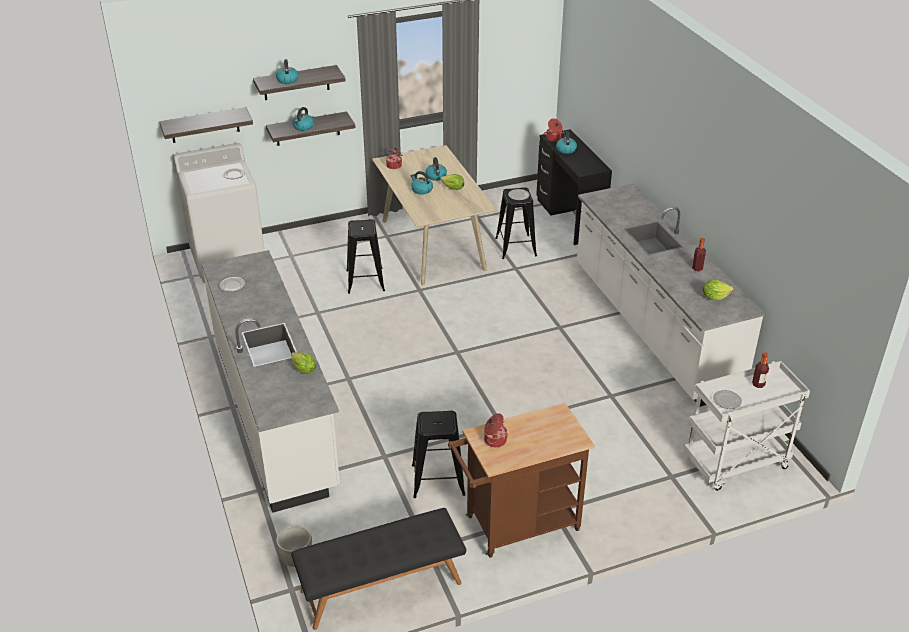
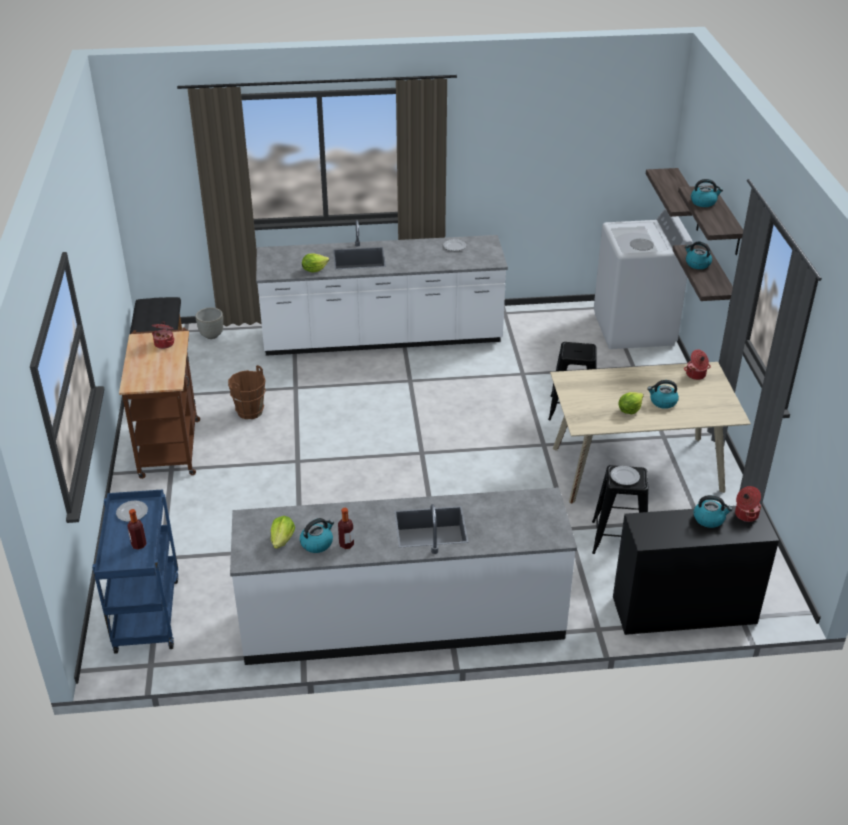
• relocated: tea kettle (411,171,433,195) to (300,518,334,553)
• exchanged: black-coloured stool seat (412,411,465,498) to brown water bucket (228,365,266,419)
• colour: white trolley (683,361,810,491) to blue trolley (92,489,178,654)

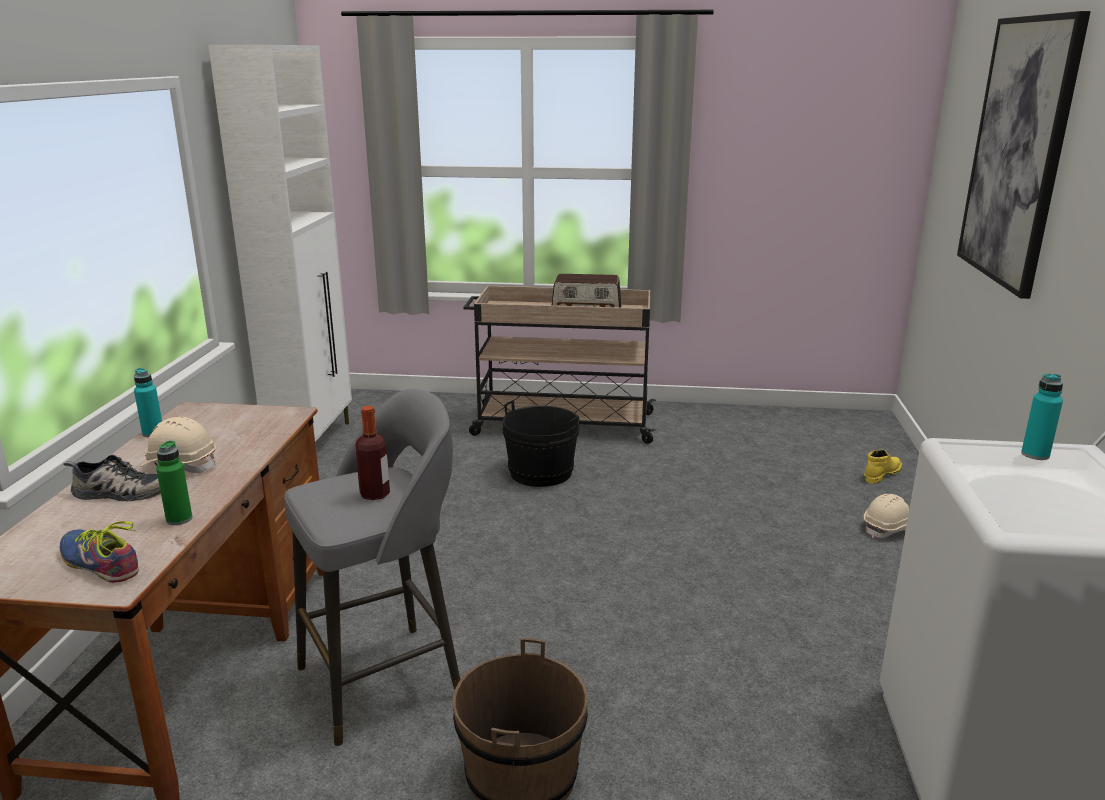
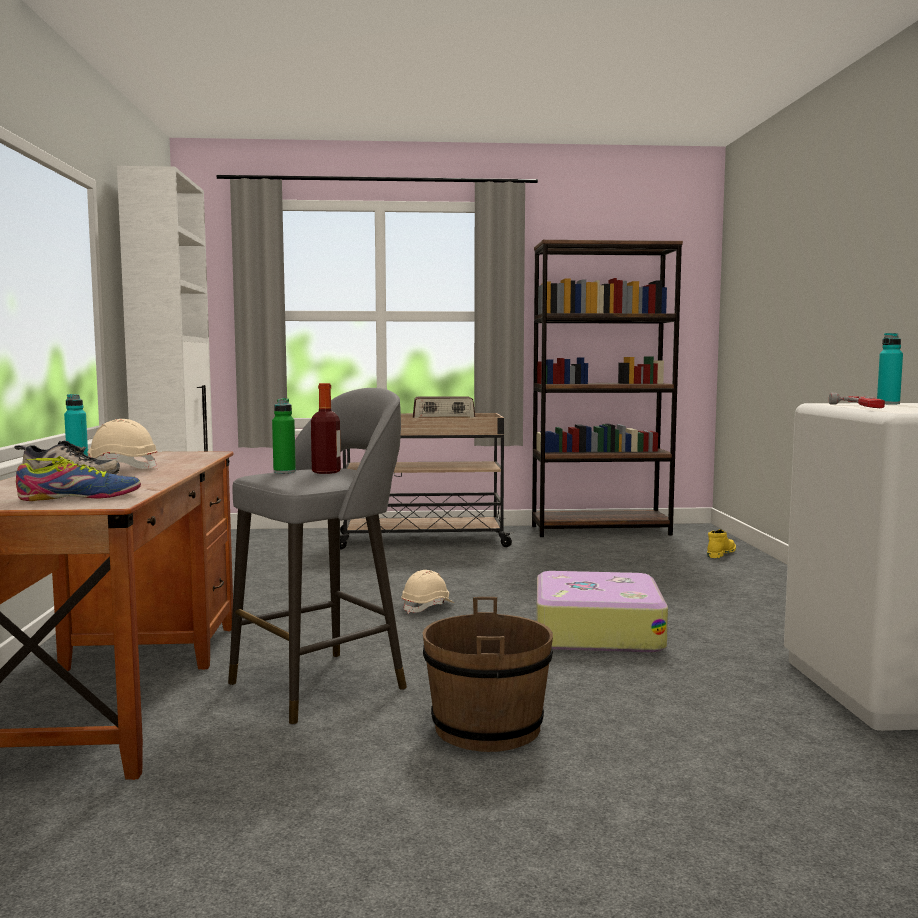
• spun: shoe (60,521,139,583) = (16,456,141,501) 135 degrees clockwise
• relocated: greenish bottle (156,440,192,525) to (272,398,296,474)
• missing: black-coloured water bucket (502,400,579,487)
• relocated: beige-coloured work helmet (864,494,909,538) to (401,570,454,614)
• missing: wall art (957,11,1091,299)
• appeared: brown bookcase (532,240,683,537)
• appeared: travel case (537,571,668,652)
• appeared: tool hammer (829,393,885,408)

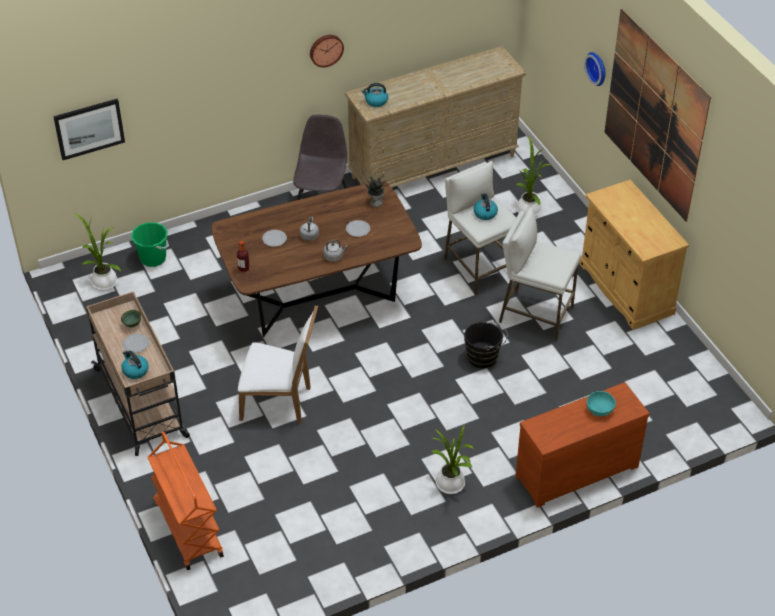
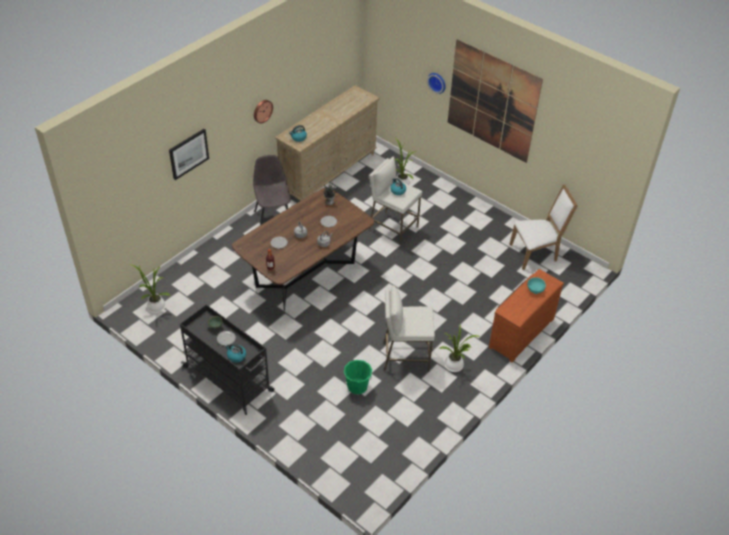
• relocated: wall art (53,99,125,160) to (169,129,209,180)
• colour: beige-coloured trolley (86,291,190,456) to black-coloured trolley (180,304,274,415)
• relocated: greenish water bucket (131,222,169,267) to (344,360,372,394)
• missing: orange trolley (148,432,224,570)
• relocated: white chair (238,305,318,424) to (510,184,578,270)
• missing: black-coloured water bucket (464,320,508,368)
• relocated: white stool seat (499,207,581,341) to (384,286,435,372)
• missing: beige-coloured cupboard (579,180,689,330)

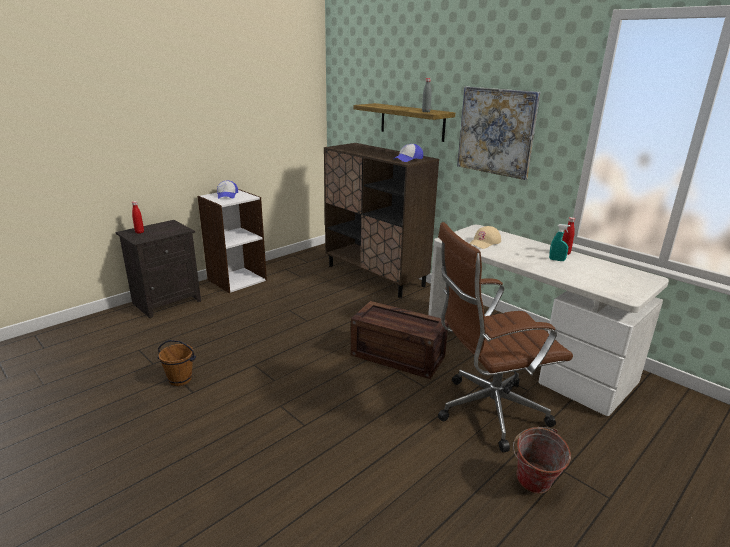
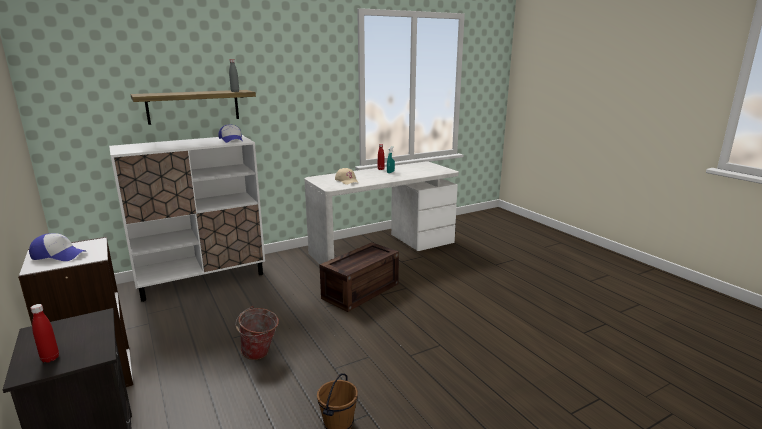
• colour: brown cupboard (324,143,439,298) to white cupboard (109,135,265,302)
• missing: brown computer chair (438,222,573,452)
• missing: wall art (457,87,540,180)
• relocated: water bucket (513,427,571,494) to (235,306,279,360)

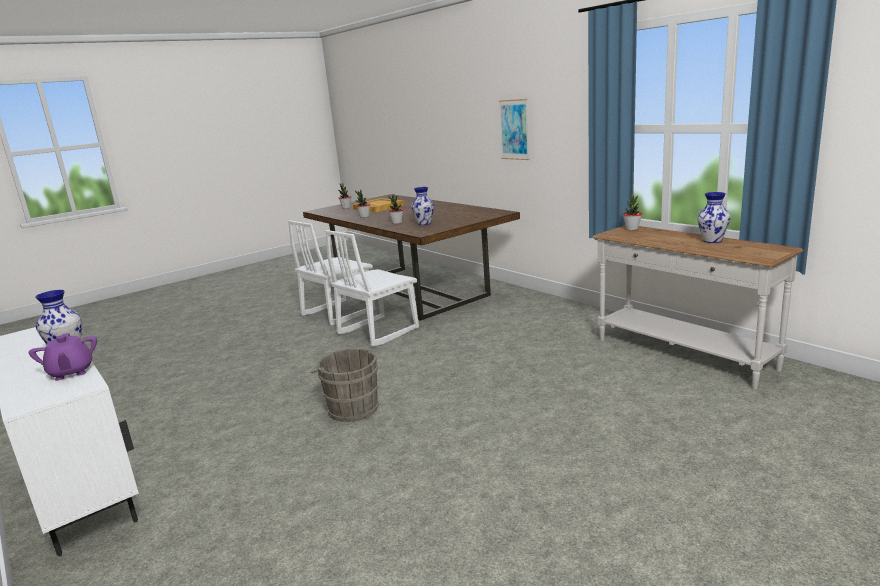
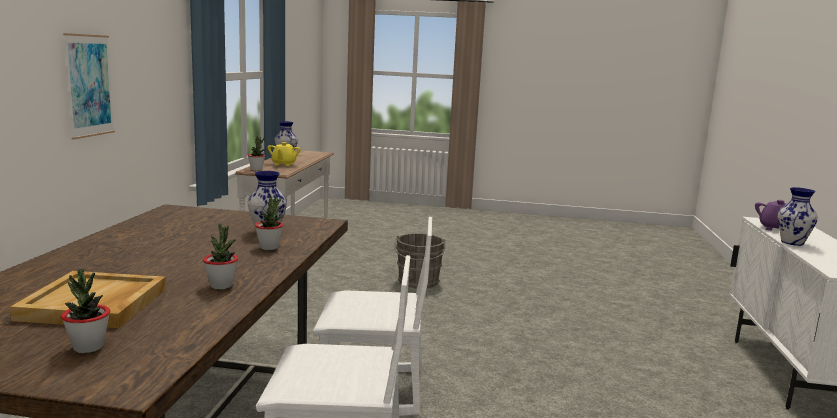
• relocated: greyish water bucket (311,348,379,422) to (394,233,446,288)
• appeared: yellow teapot (268,142,300,166)

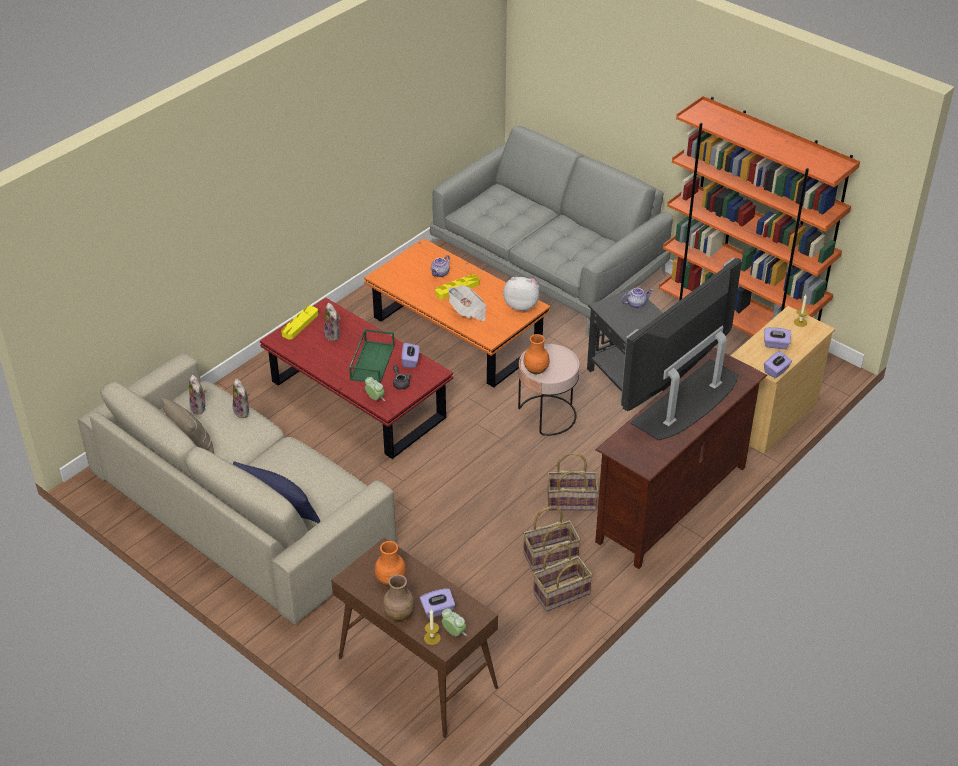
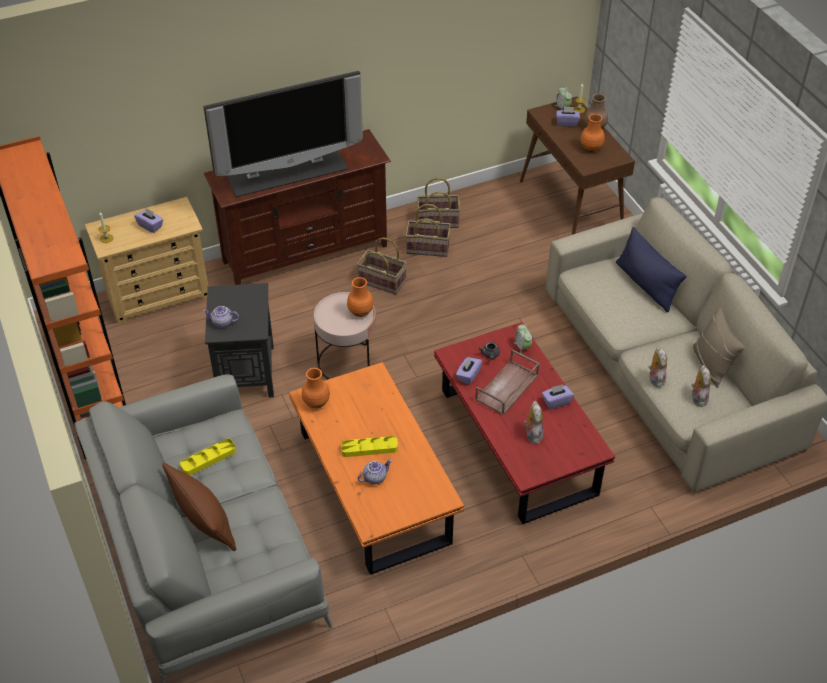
• relocated: yellow carrying tray (281,306,318,340) to (180,439,236,475)
• colour: greenish carrying tray (349,329,395,383) to brown carrying tray (475,349,540,415)
• missing: daily paper (448,285,487,321)
• exchanged: plush toy (503,277,539,311) to orange decorative vase (302,368,330,408)
• relocated: purple-coloured tissue box (764,351,792,378) to (542,384,574,409)
• appeared: brown cushion (162,462,236,551)

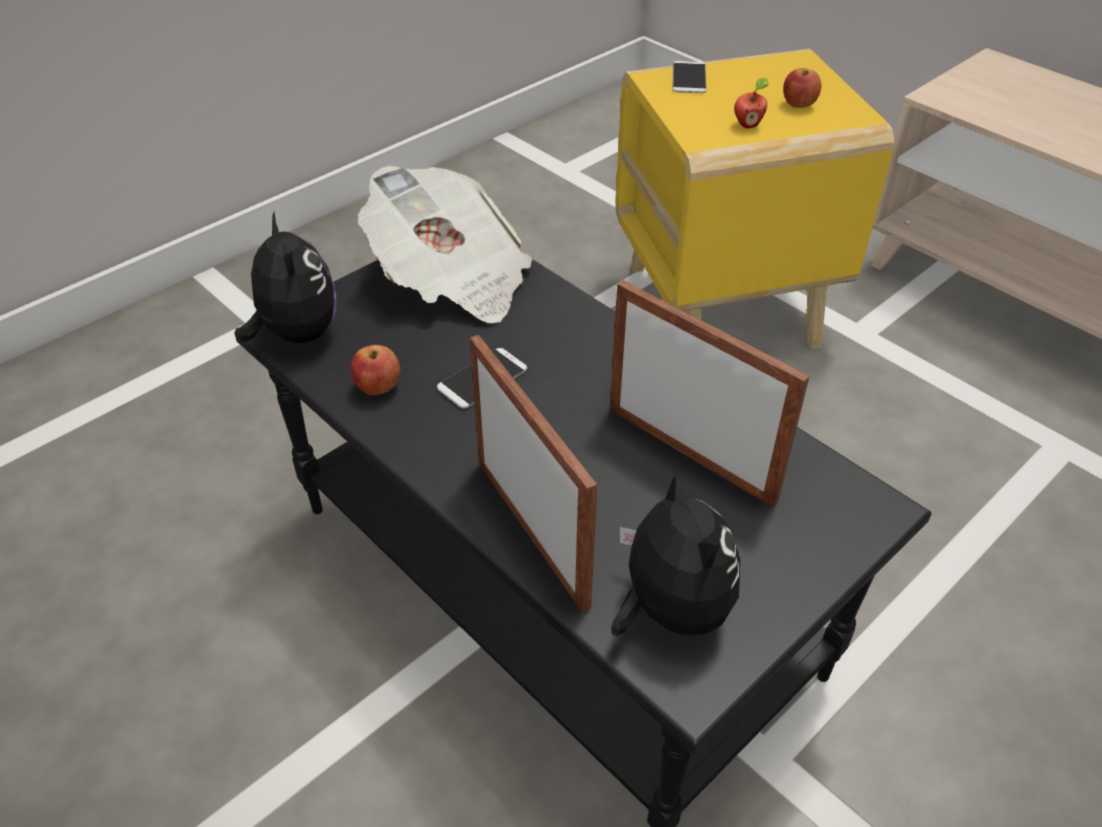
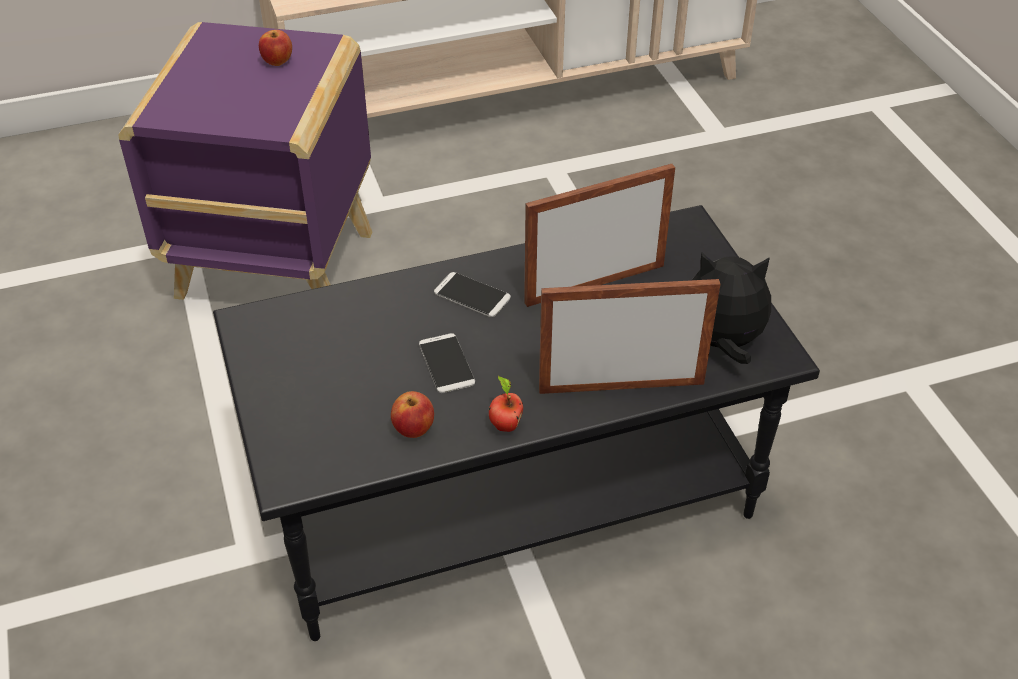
• missing: plush toy (235,212,336,343)
• missing: daily paper (358,165,532,323)
• colour: yellow side table (615,49,895,349) to purple-coloured side table (118,22,372,300)
• relocated: phone (672,61,706,93) to (434,272,511,317)
• relocated: apple (734,78,769,128) to (489,376,523,432)

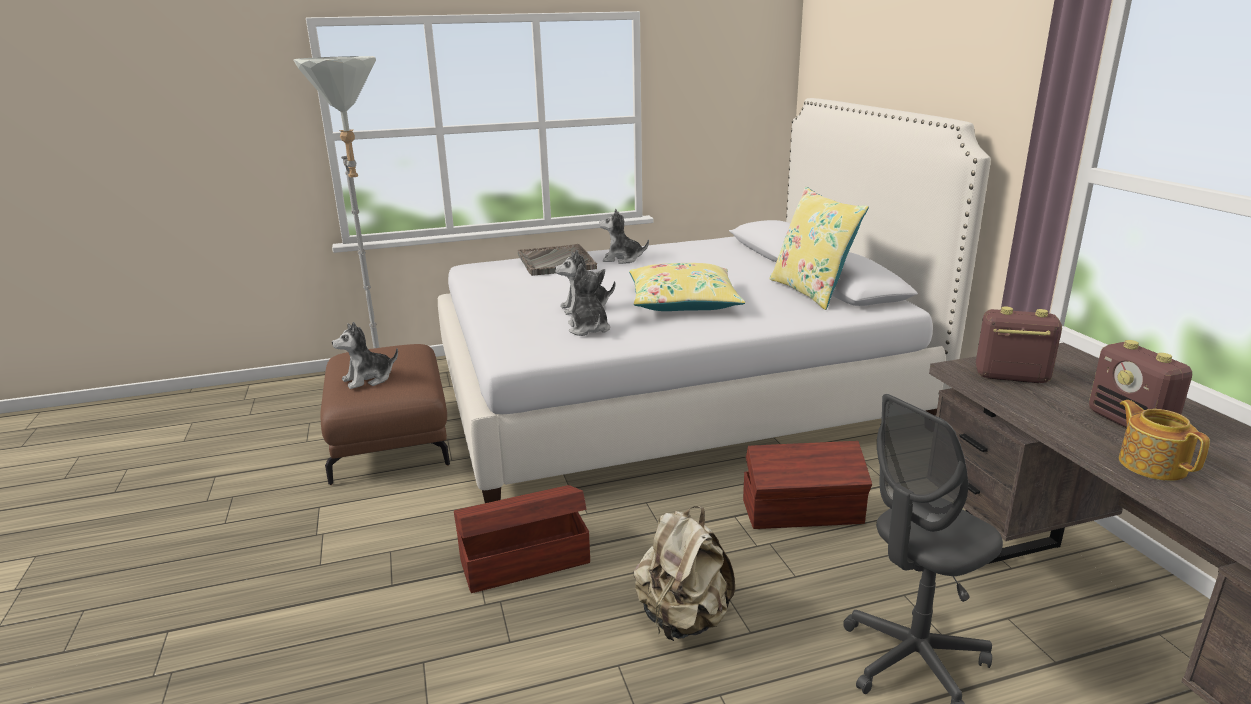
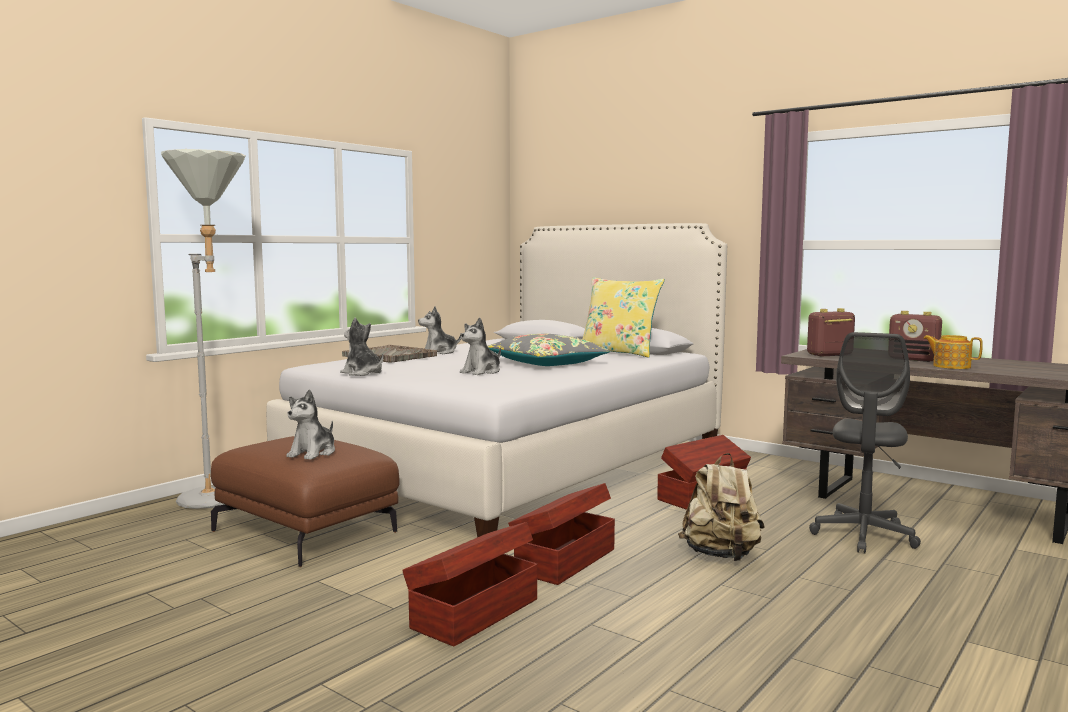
• relocated: plush toy (568,263,610,336) to (340,318,383,376)
• colour: yellow cushion (629,263,745,311) to greyish cushion (488,334,610,366)
• appeared: brown storage box (402,522,537,646)

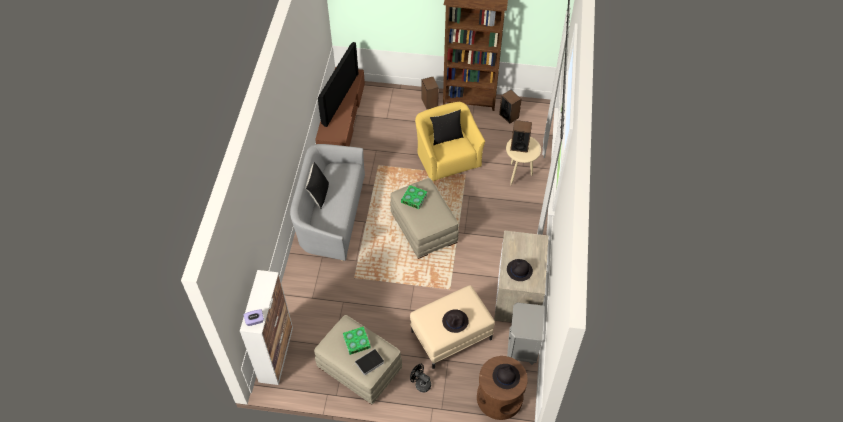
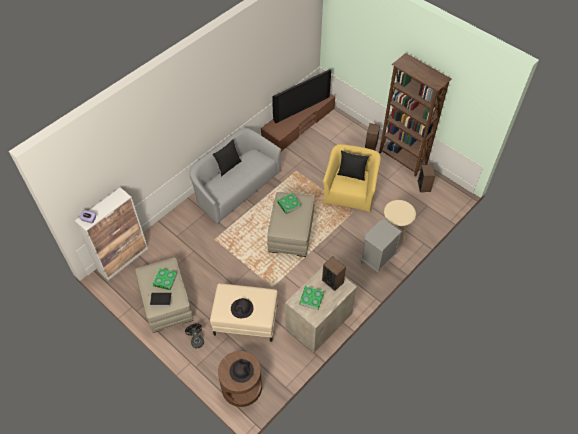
• exchanged: black-coloured hat (507,259,533,281) to book (299,286,324,310)
• relocated: greyish night table (507,302,544,365) to (361,219,402,274)
• relocated: speaker (510,120,532,153) to (322,256,346,291)

